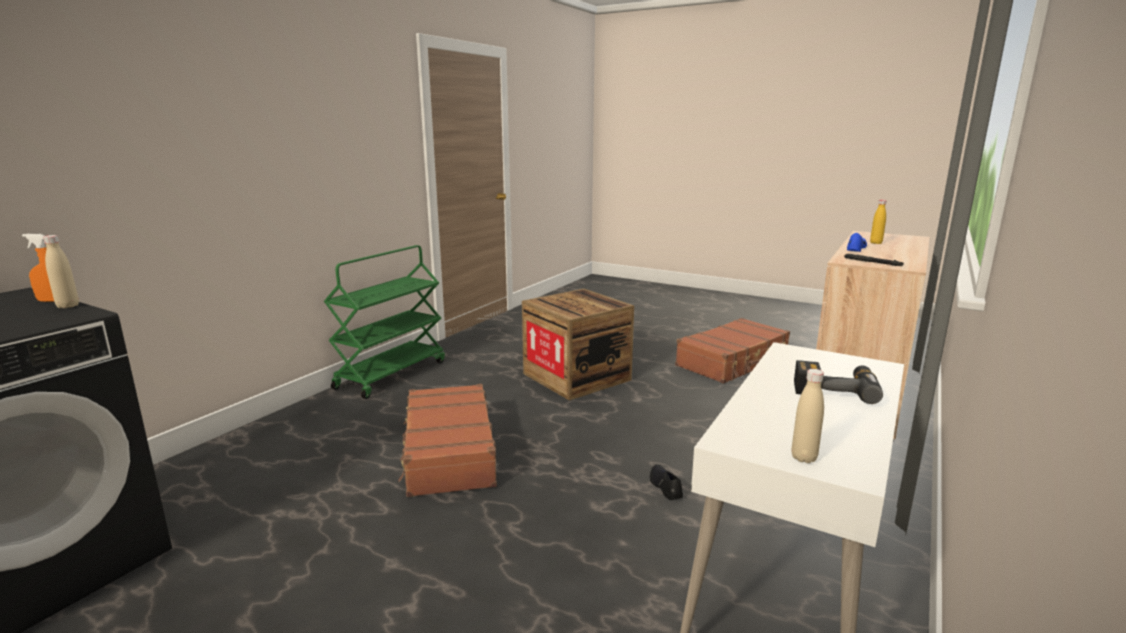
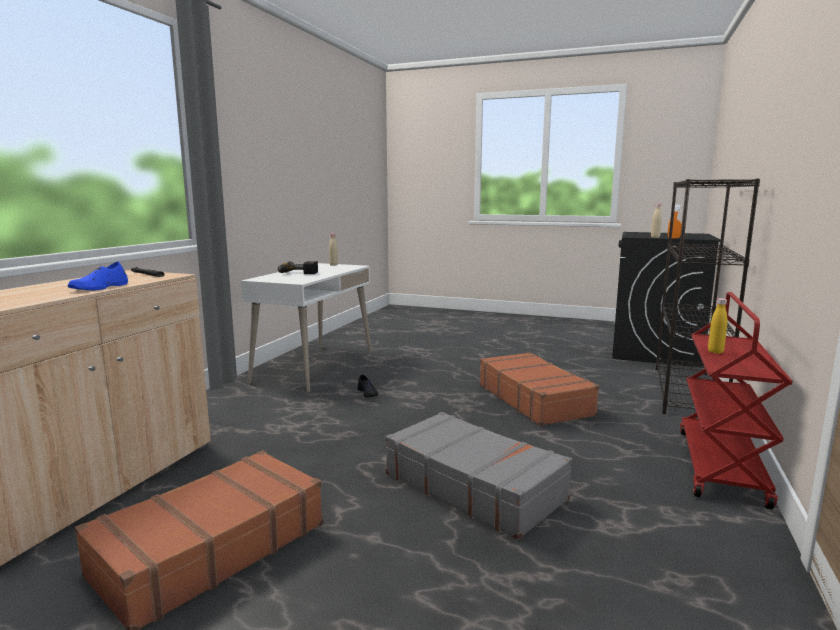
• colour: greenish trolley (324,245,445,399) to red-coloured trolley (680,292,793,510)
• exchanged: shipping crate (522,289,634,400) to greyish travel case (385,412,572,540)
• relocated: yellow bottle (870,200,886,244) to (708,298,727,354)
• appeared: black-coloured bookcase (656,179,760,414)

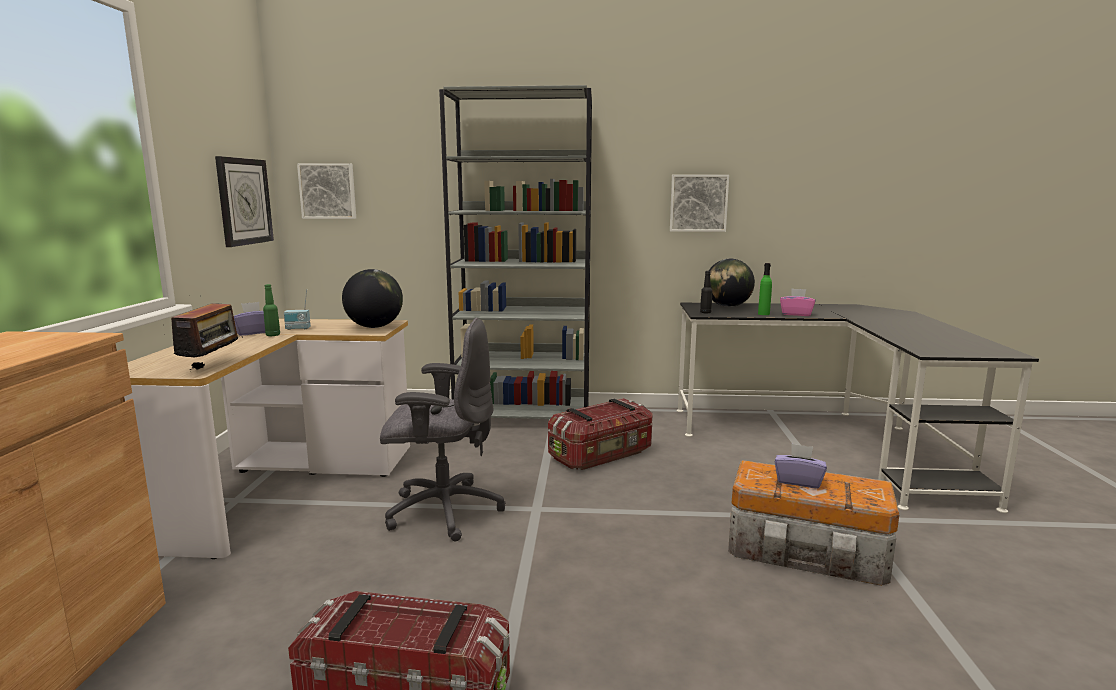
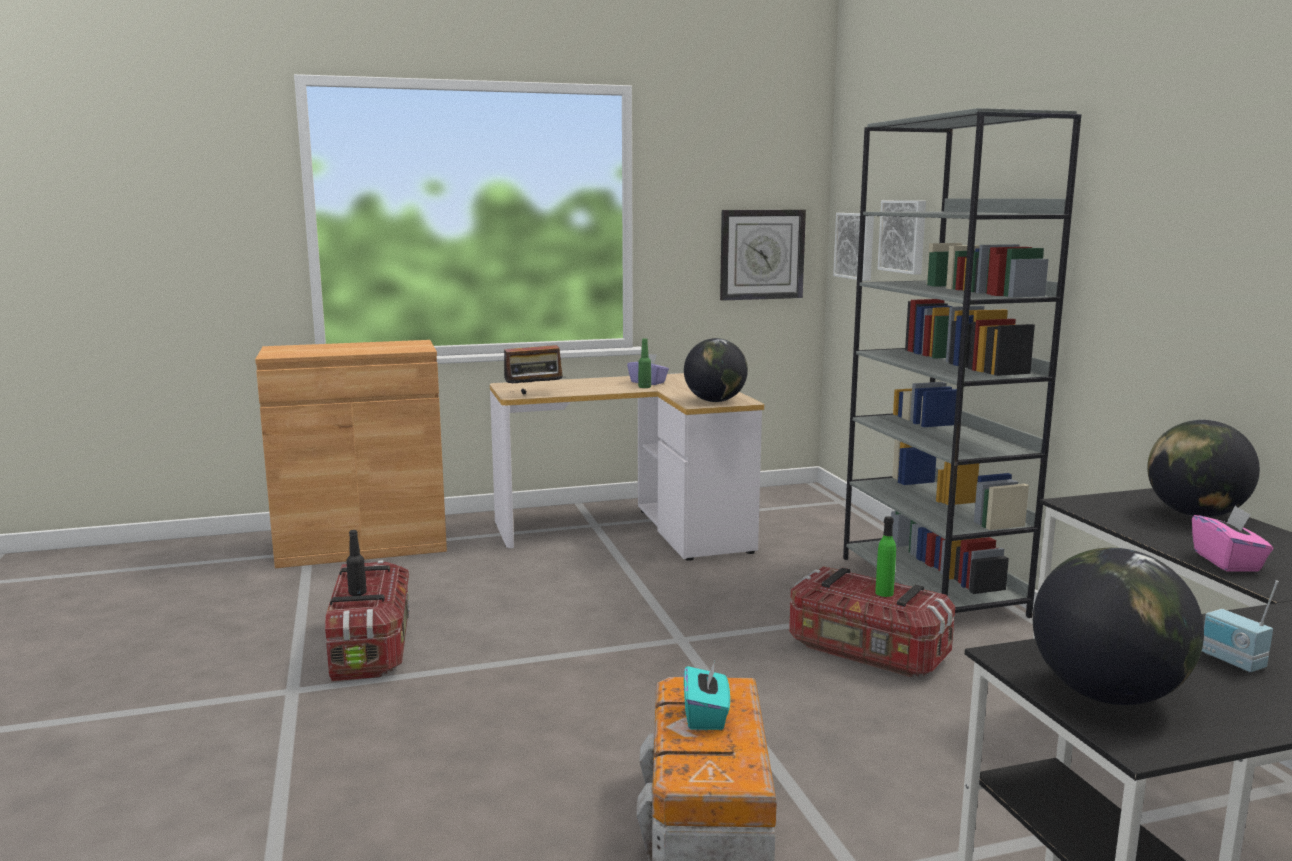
• relocated: radio (284,289,311,330) to (1202,580,1279,673)
• missing: greyish computer chair (380,318,505,541)
• relocated: wall art (670,175,729,232) to (877,200,926,275)
• relocated: black-coloured bottle (700,271,712,313) to (346,530,367,596)
• relocated: greenish bottle (758,263,772,315) to (875,516,896,597)
• colour: purple-coloured tissue box (775,444,827,488) to turquoise tissue box (684,661,730,730)
• appeared: globe (1033,548,1204,705)

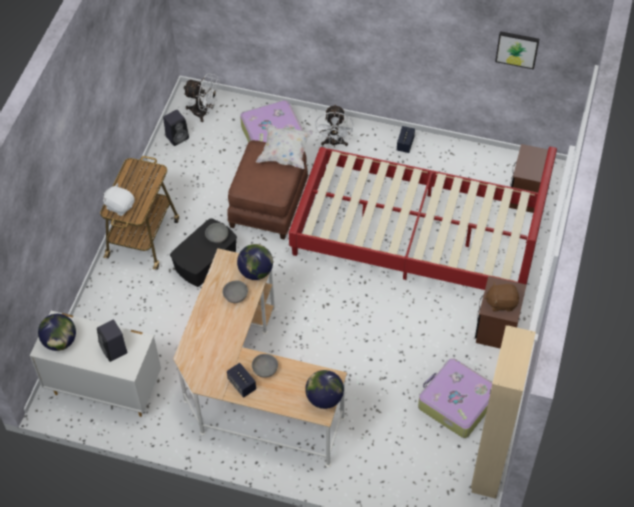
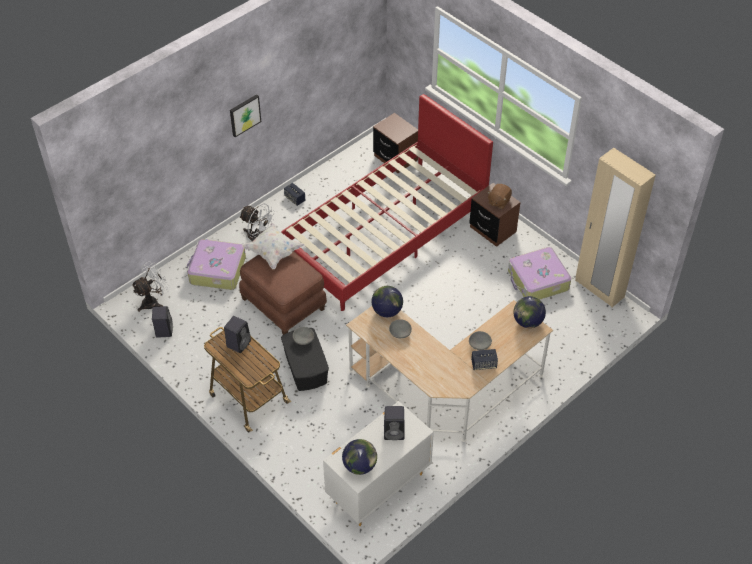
• missing: white plush toy (103,183,135,216)
• relocated: wall art (495,31,539,70) to (230,94,261,137)
• appeared: black-coloured speaker (224,316,251,353)

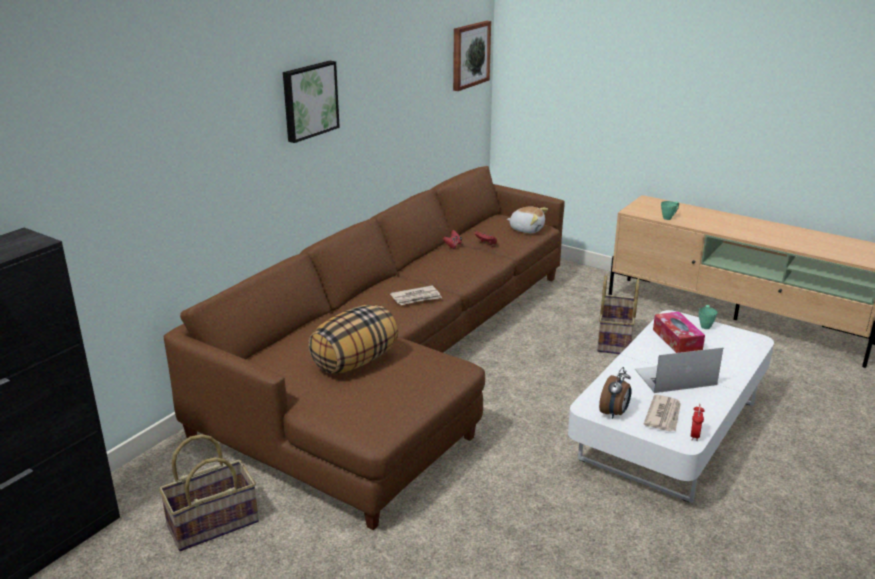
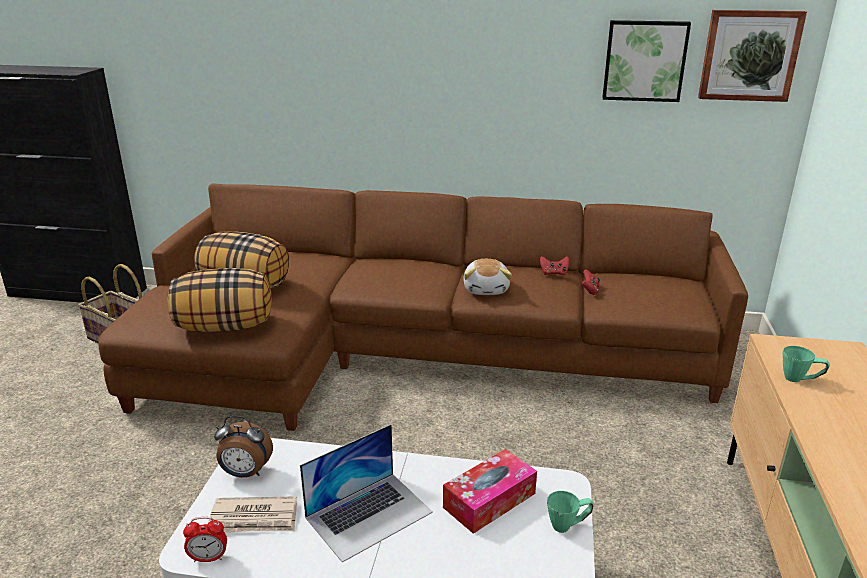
• relocated: wall art (283,61,340,143) to (602,20,691,102)
• missing: daily paper (390,285,442,305)
• relocated: plush toy (507,207,548,233) to (463,259,512,295)
• missing: storage basket (597,275,639,354)
• spun: portable computer (635,348,723,393) = (300,424,433,562) 90 degrees clockwise
• appeared: cushion (168,268,272,332)

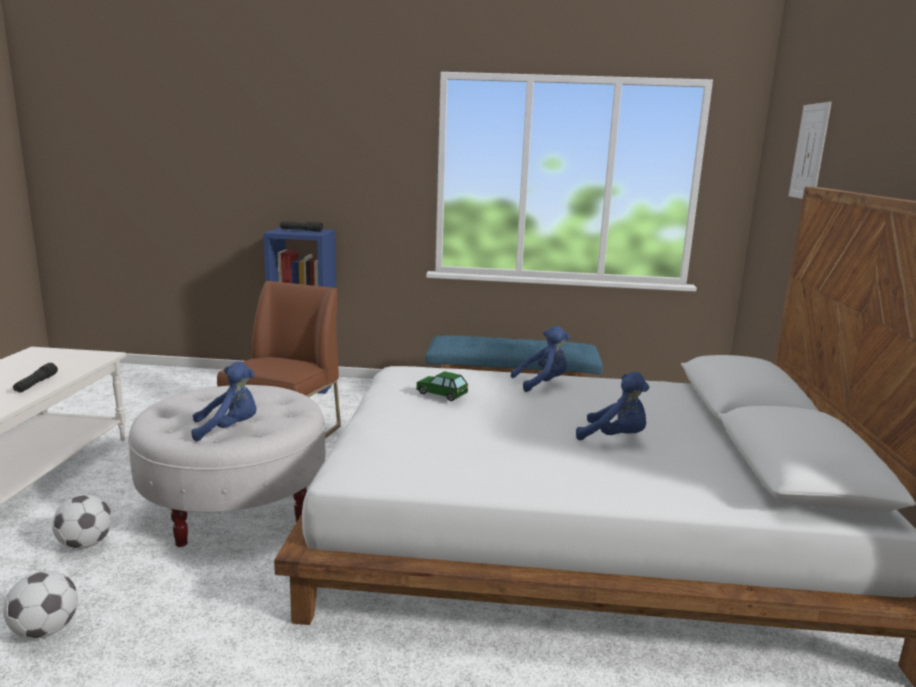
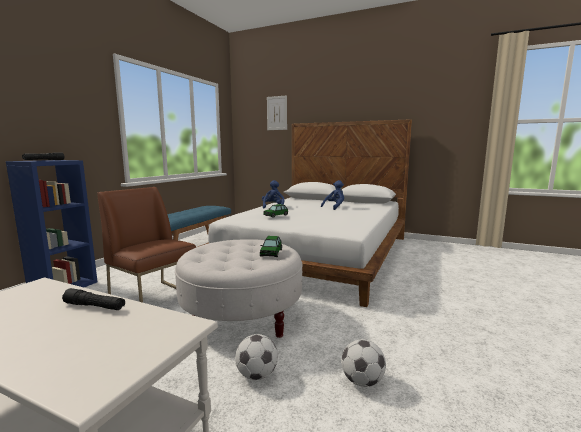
• exchanged: blue plush toy (192,362,257,441) to toy car (260,236,282,257)

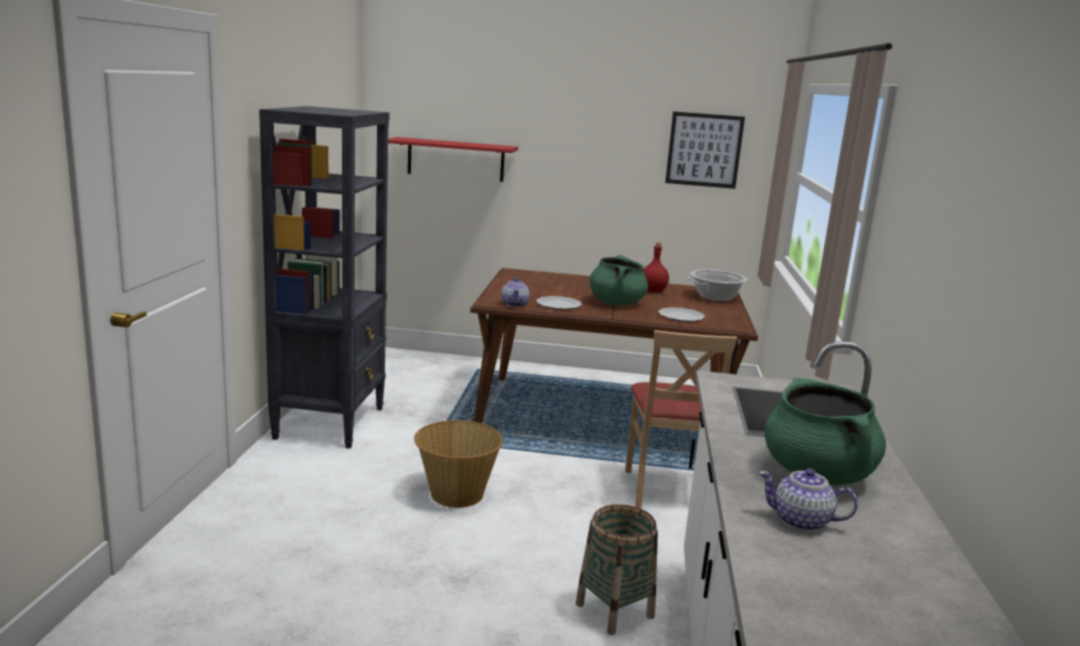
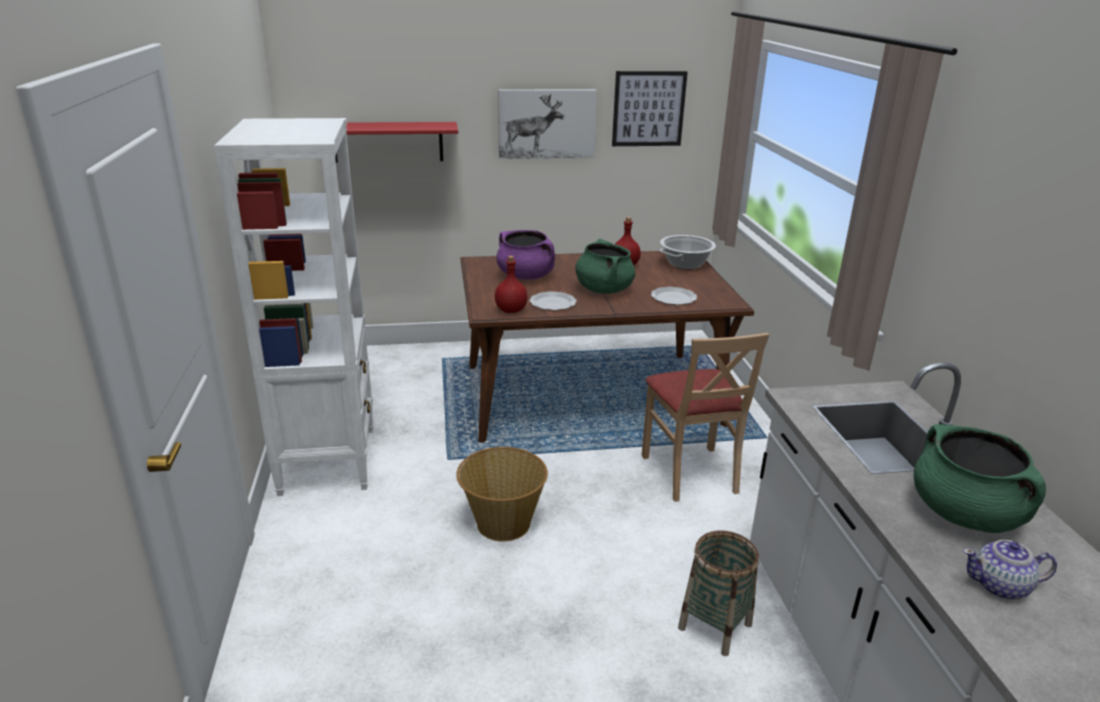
• colour: black-coloured bookcase (259,106,390,449) to white bookcase (214,118,374,496)
• exchanged: teapot (501,278,530,307) to red-coloured bottle (495,256,528,313)
• appeared: purple-coloured stockpot (496,230,555,280)
• appeared: wall art (498,89,597,159)

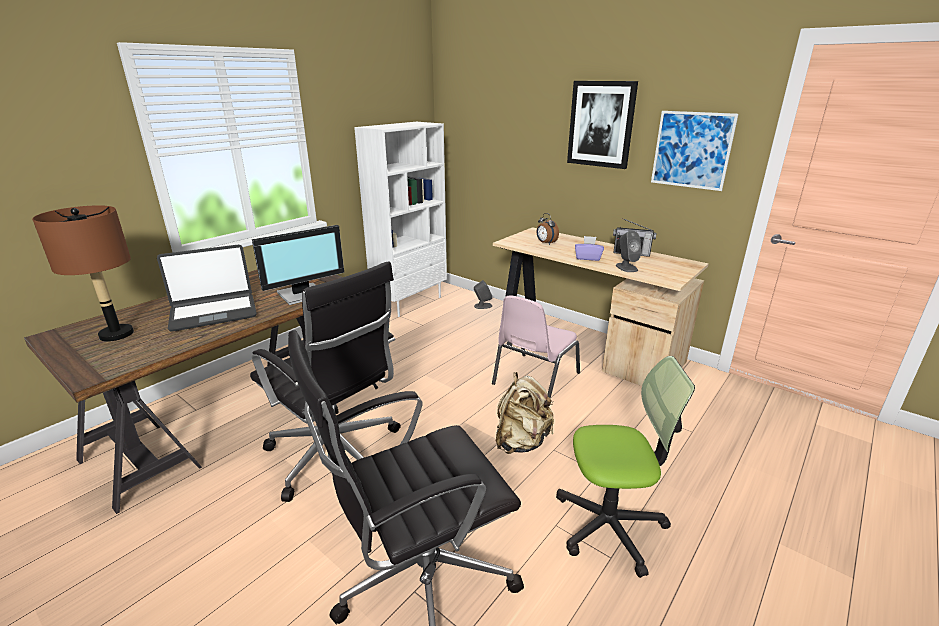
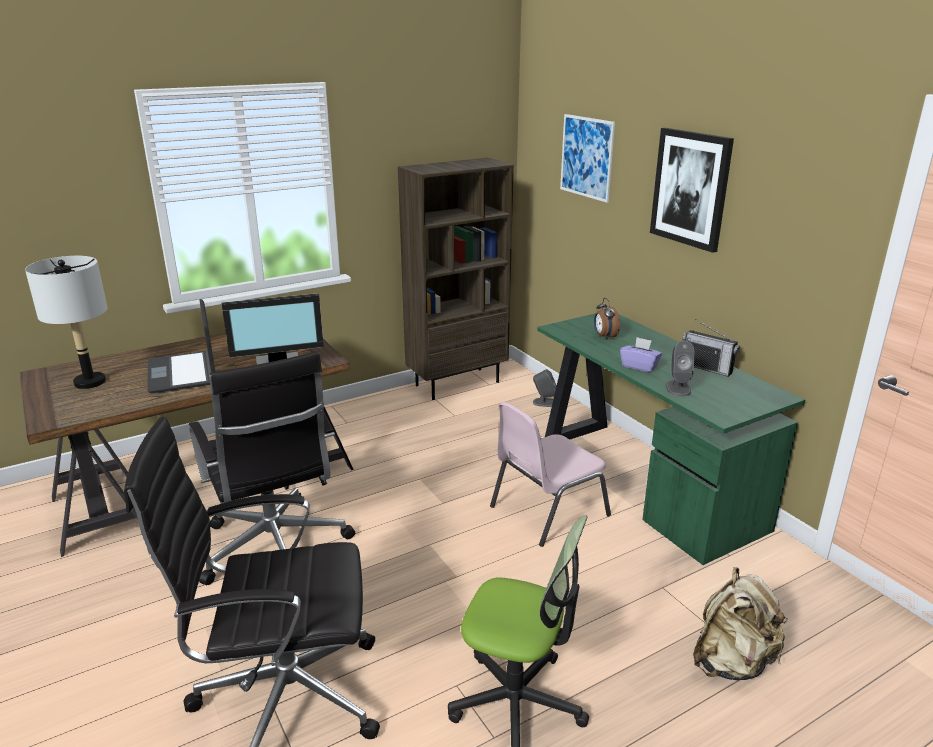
• colour: brown table lamp (32,205,134,341) to greyish table lamp (25,256,108,389)
• spun: portable computer (157,245,257,332) = (147,299,215,393) 75 degrees clockwise
• colour: white bookcase (354,122,447,317) to brown bookcase (398,158,514,400)
• colour: beige-coloured desk (493,227,709,386) to greenish desk (537,313,805,565)
• relocated: beige-coloured backpack (496,372,554,454) to (693,567,788,680)
• relocated: wall art (651,111,738,191) to (560,114,615,203)

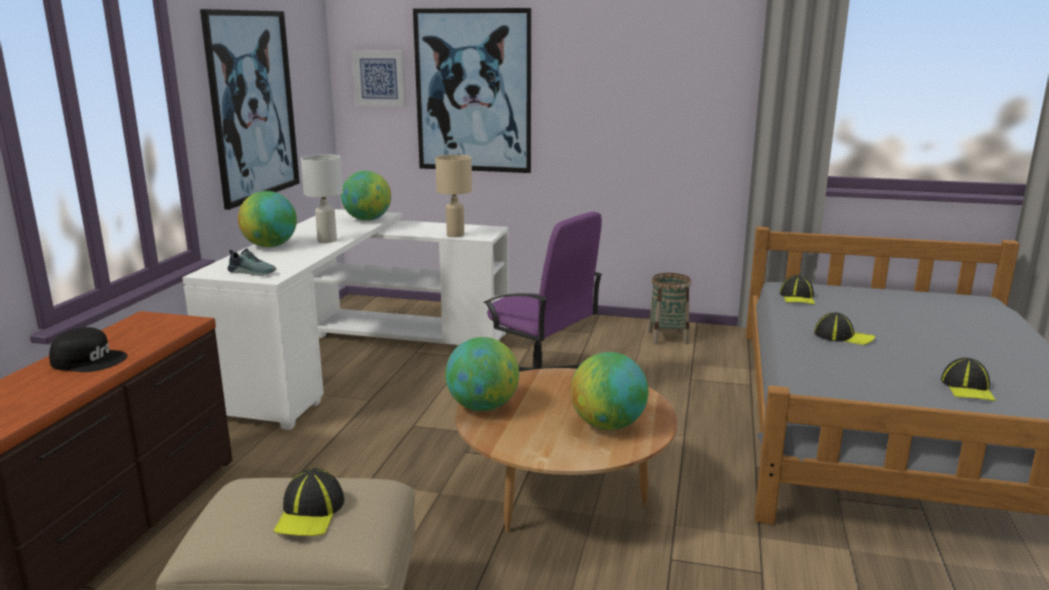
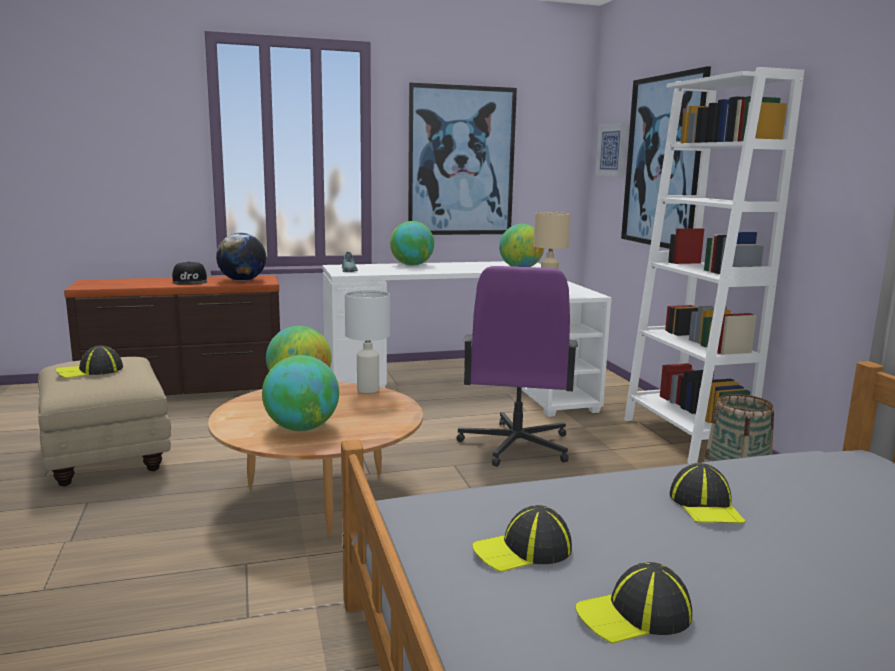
• relocated: white table lamp (301,154,343,243) to (345,290,390,393)
• relocated: peaked cap (780,275,815,305) to (472,505,572,572)
• appeared: globe (216,233,266,281)
• appeared: white bookcase (624,67,804,464)

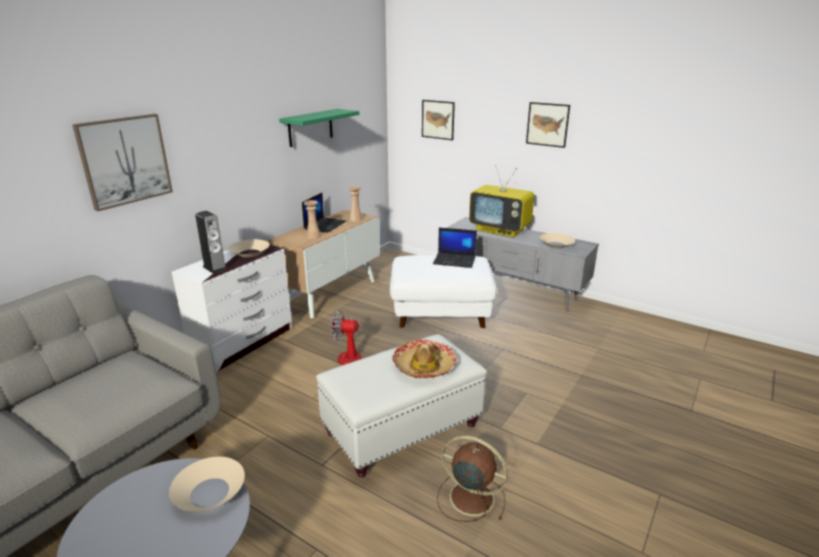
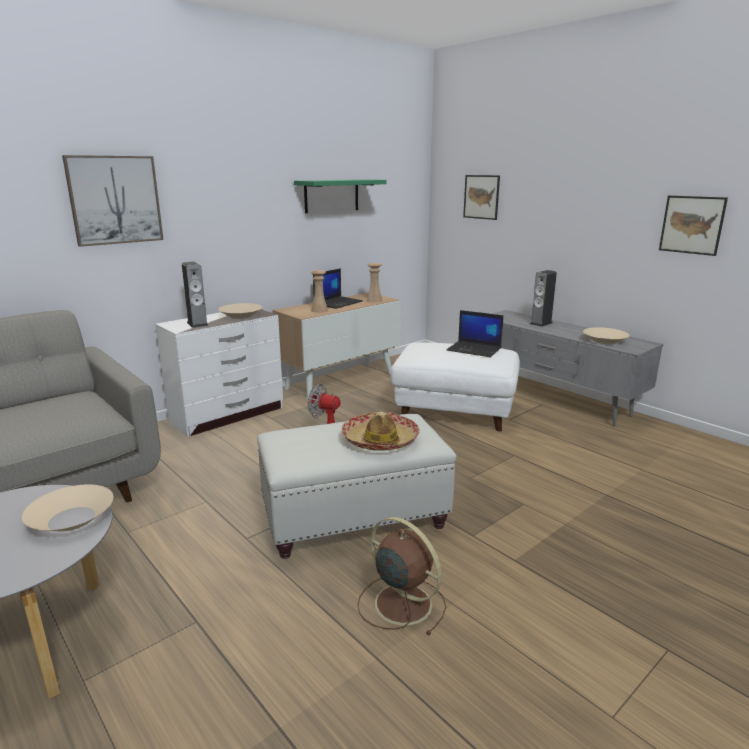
• exchanged: television (469,165,534,237) to speaker (530,270,557,327)
• relocated: wall art (526,102,570,148) to (659,196,728,256)

